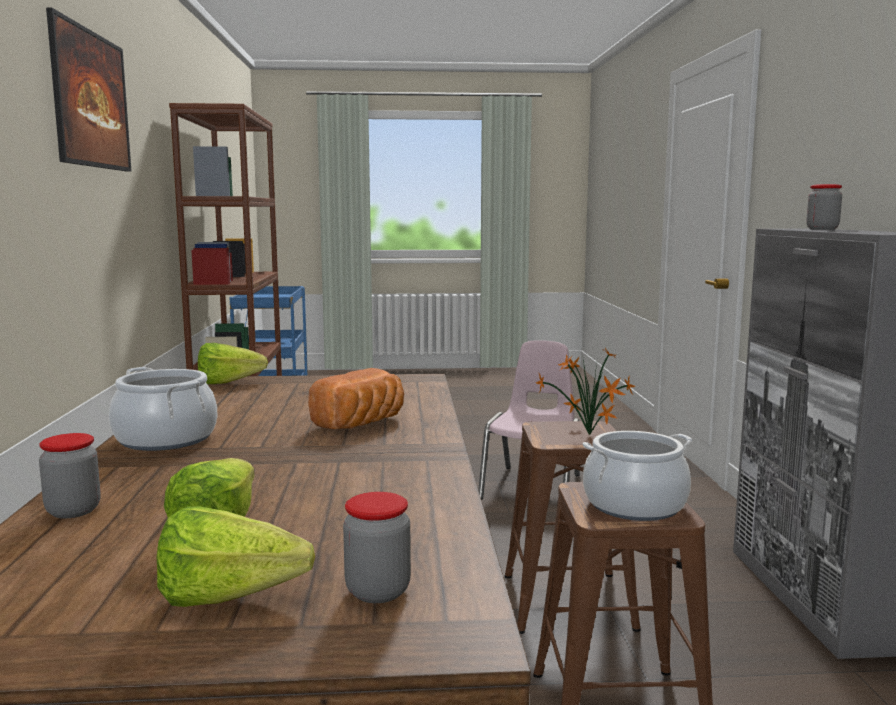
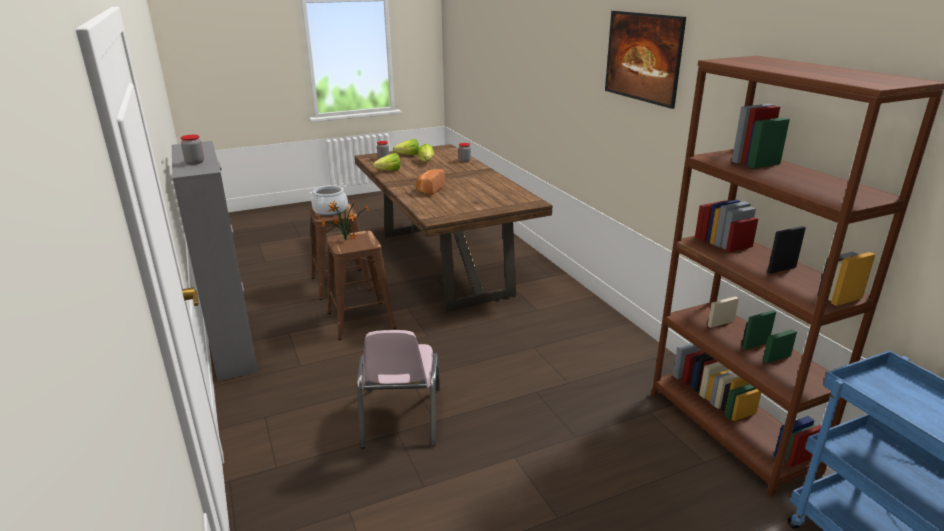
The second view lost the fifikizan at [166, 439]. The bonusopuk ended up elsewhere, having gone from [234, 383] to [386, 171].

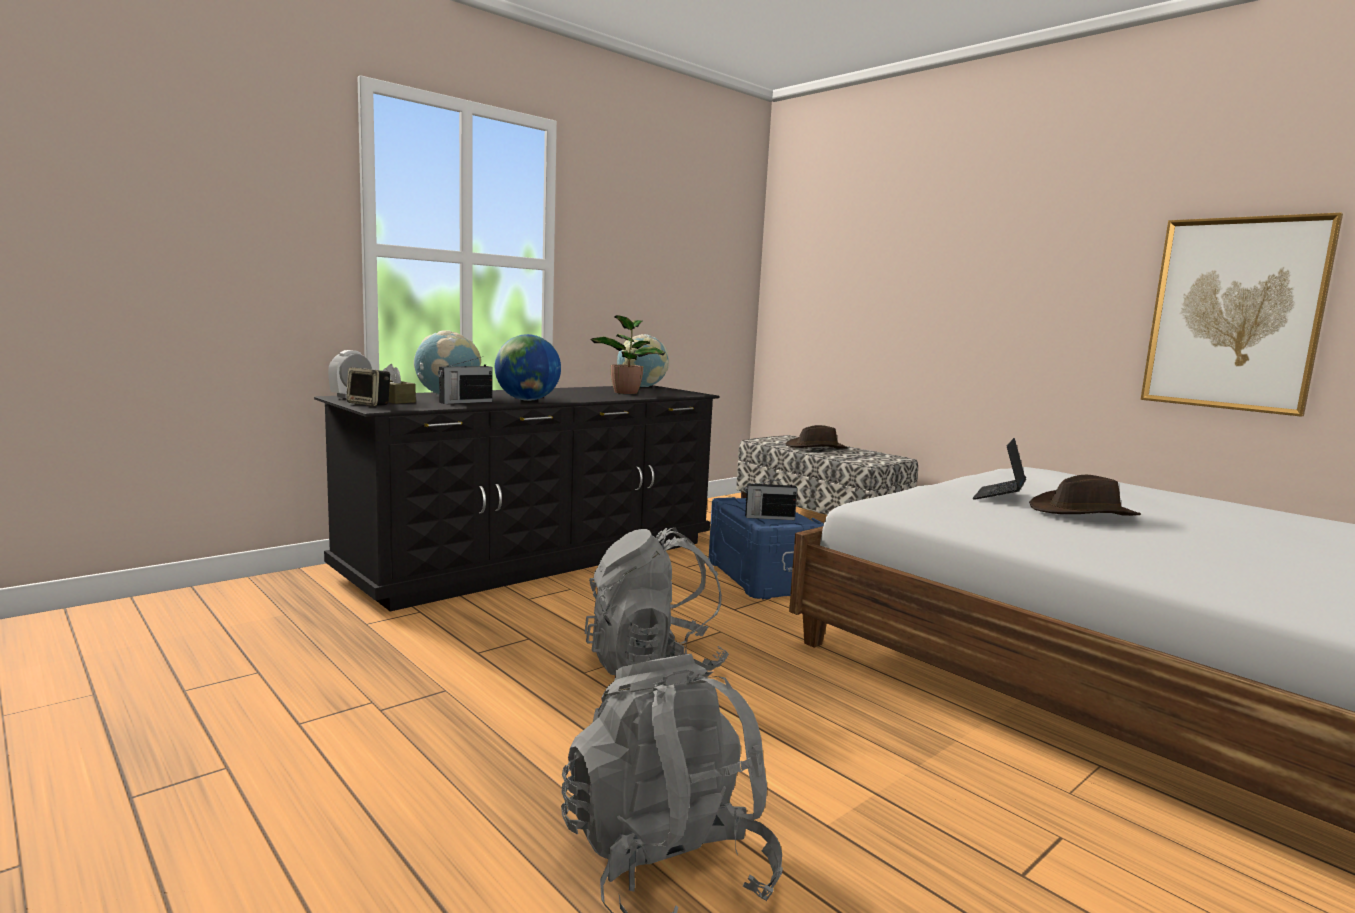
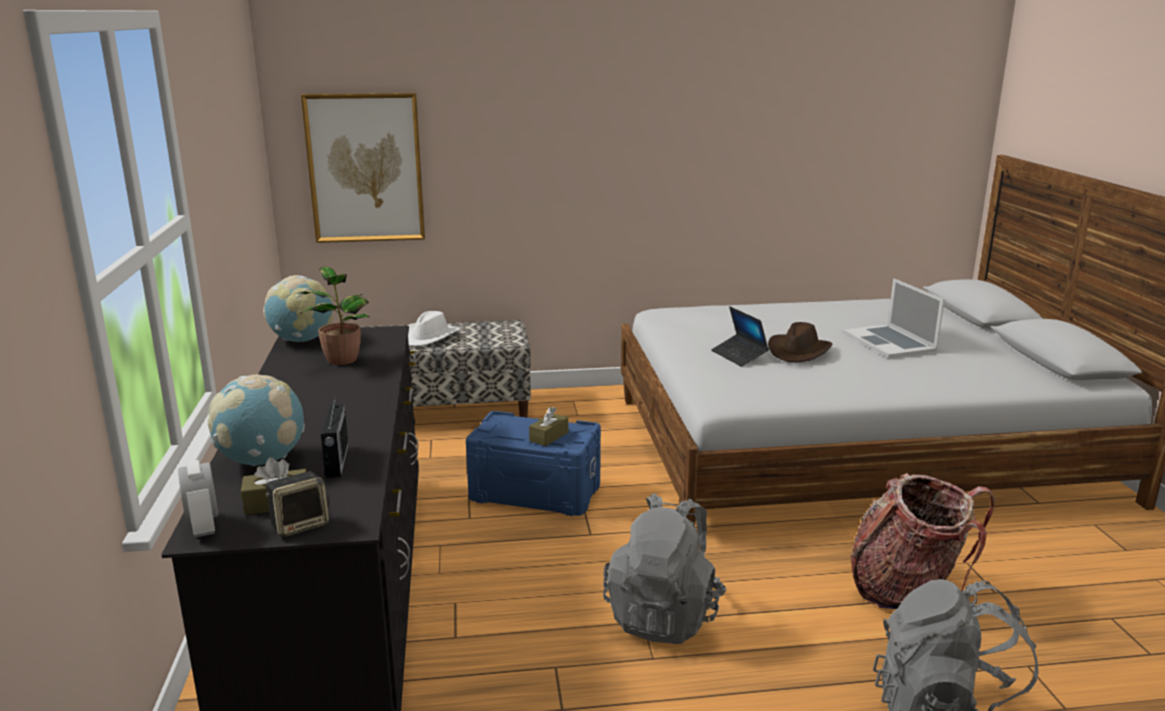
The second view lost the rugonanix at [527, 400]. The second view gained the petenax at [889, 341]. The second view gained the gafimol at [907, 590]. The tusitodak ended up elsewhere, having gone from [1234, 314] to [365, 168]. Where the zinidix stood at [768, 517], the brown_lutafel came to stand at [549, 436]. What was the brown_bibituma at [816, 448] turned into the white_bibituma at [430, 337].

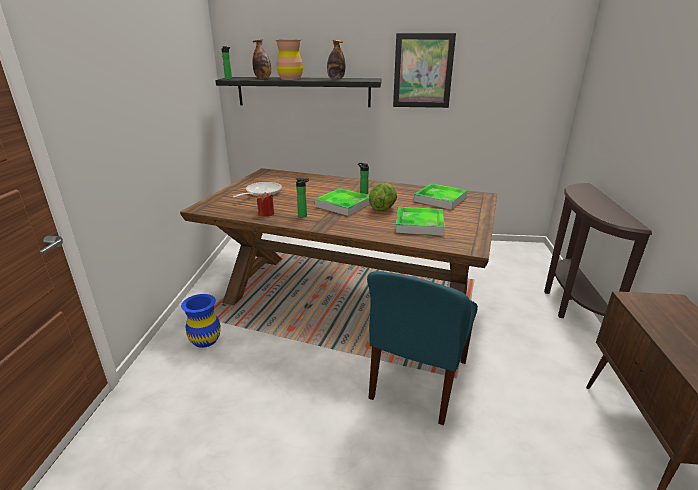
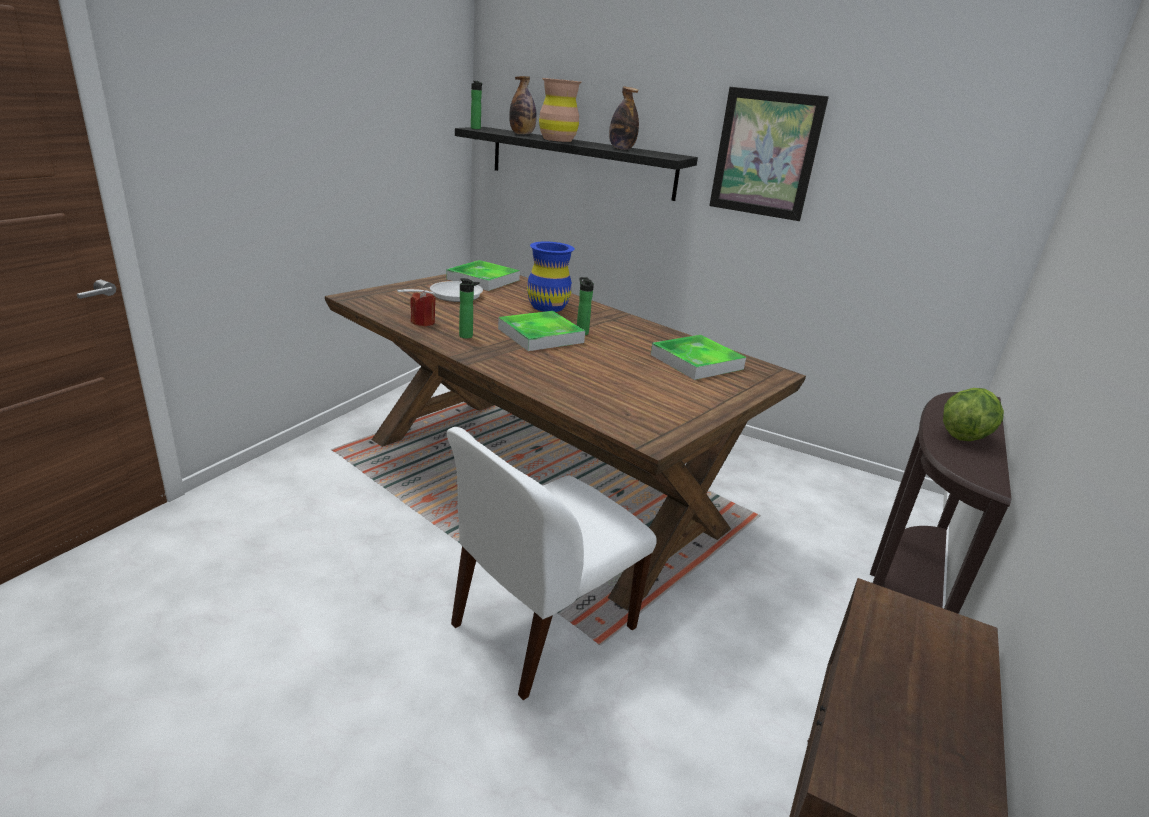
The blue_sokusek ended up elsewhere, having gone from [205, 340] to [548, 307]. The bonusopuk ended up elsewhere, having gone from [382, 209] to [964, 435]. The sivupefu ended up elsewhere, having gone from [419, 224] to [483, 279]. What was the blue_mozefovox at [418, 381] turned into the white_mozefovox at [540, 628].

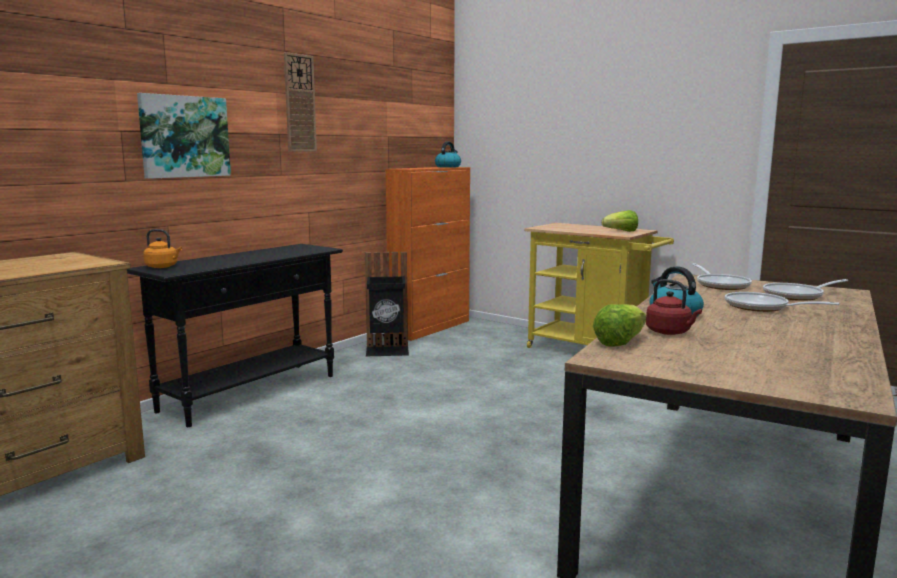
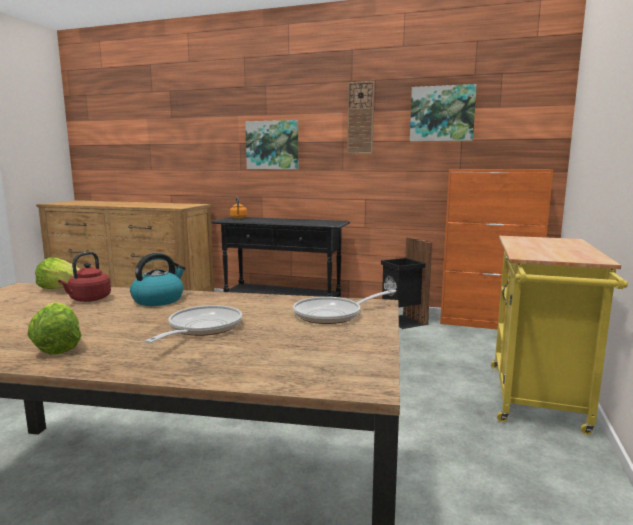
The second view lost the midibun at [448, 167]. The second view lost the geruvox at [797, 296]. The second view gained the tusitodak at [442, 114]. The bonusopuk ended up elsewhere, having gone from [621, 231] to [58, 346].

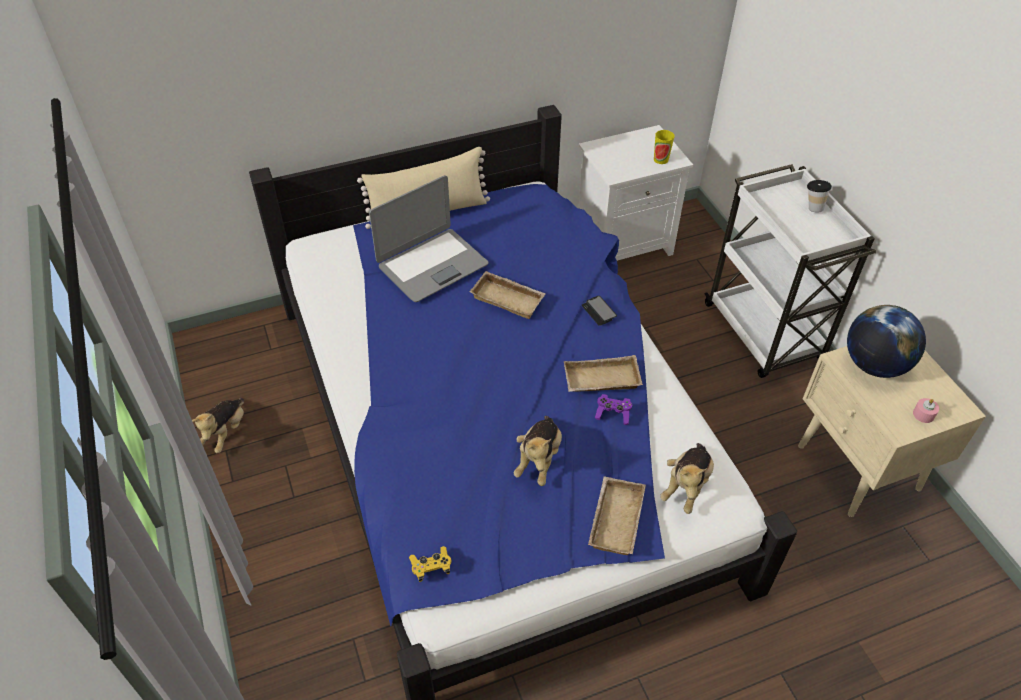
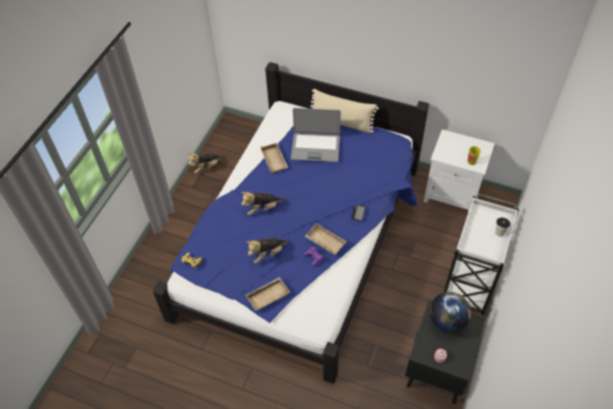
The beige_sivupefu ended up elsewhere, having gone from [509, 298] to [275, 160]. The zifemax ended up elsewhere, having gone from [686, 486] to [262, 208]. What was the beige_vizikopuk at [858, 468] turned into the black_vizikopuk at [436, 372].

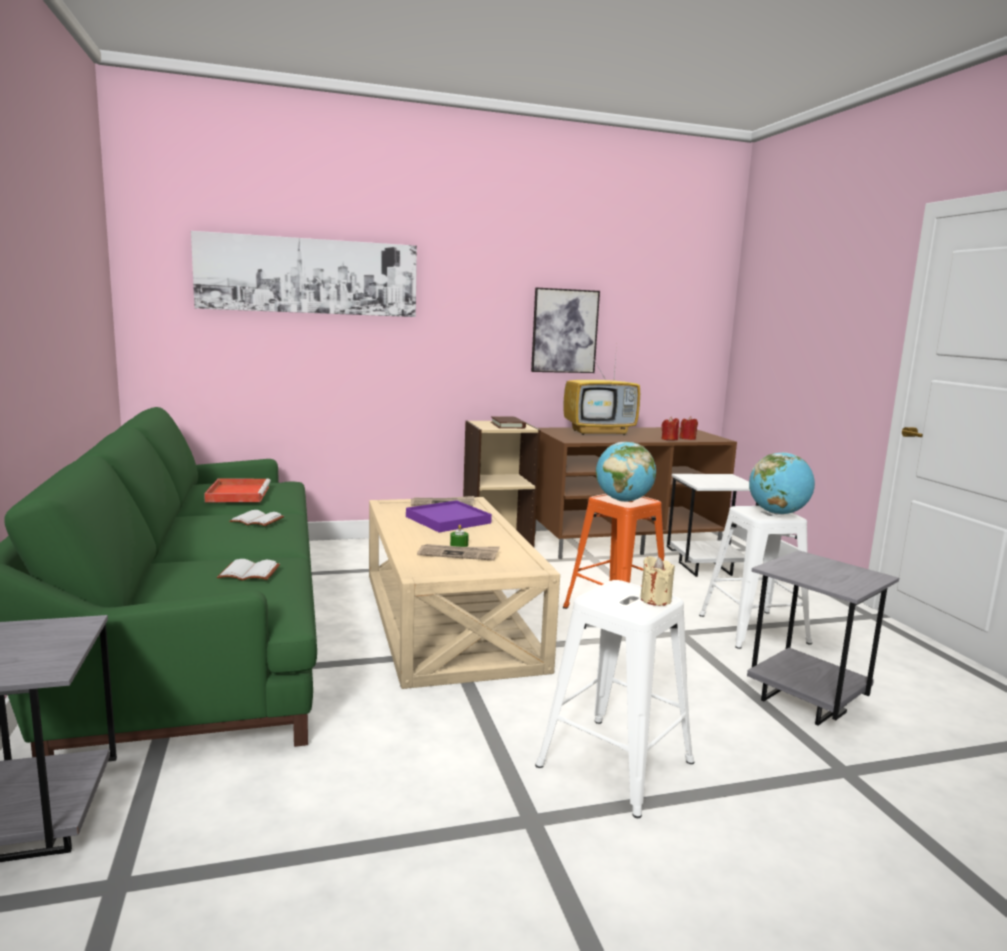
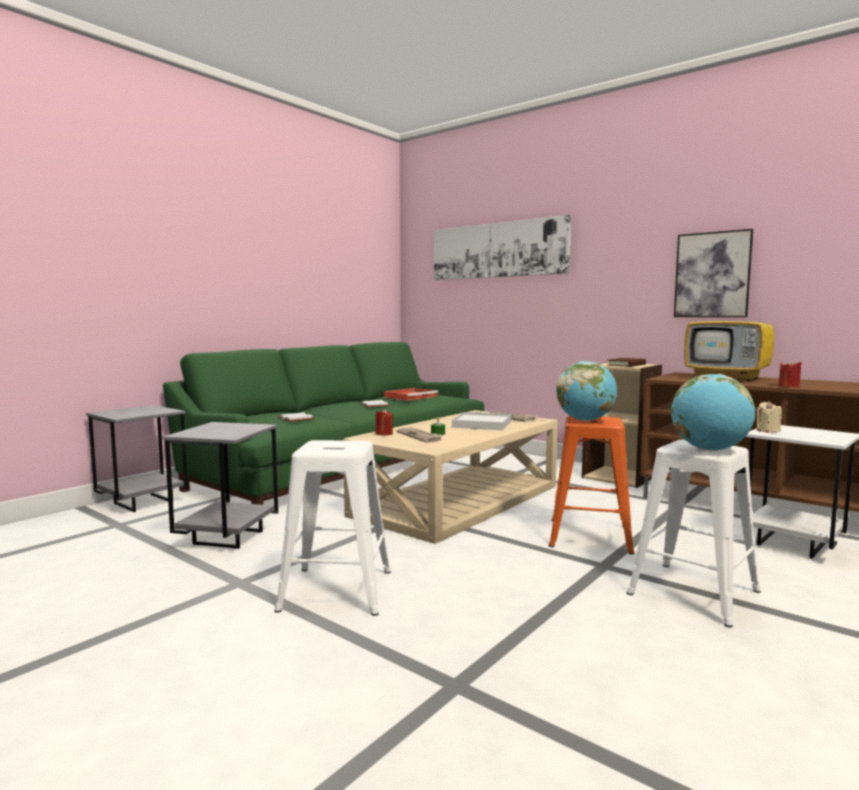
The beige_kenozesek ended up elsewhere, having gone from [655, 600] to [767, 430]. The red_kenozesek ended up elsewhere, having gone from [687, 438] to [384, 434]. The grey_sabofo ended up elsewhere, having gone from [804, 704] to [226, 538]. What was the purple_sivupefu at [448, 520] turned into the white_sivupefu at [482, 424].

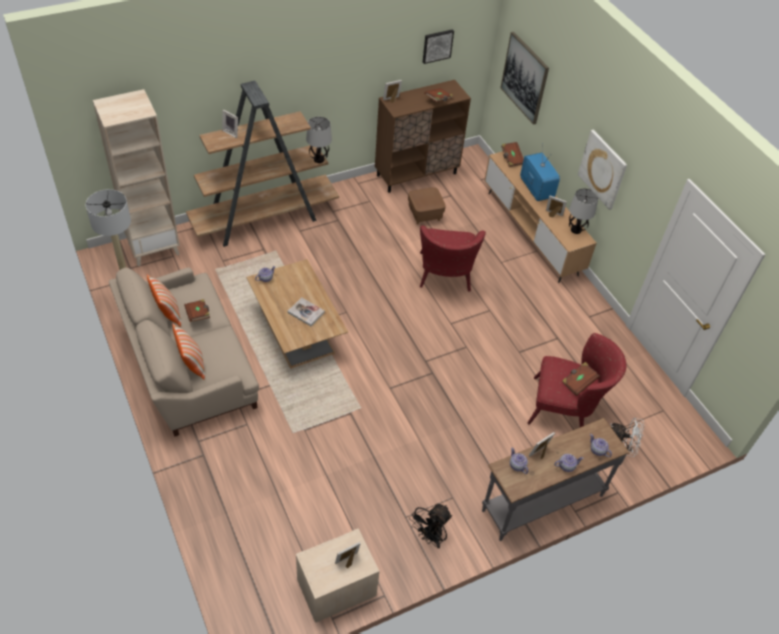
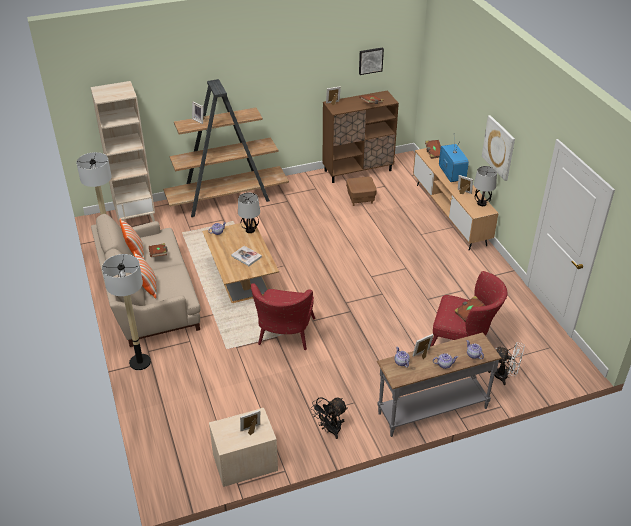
The second view lost the tusitodak at [525, 78]. The second view gained the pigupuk at [140, 362]. The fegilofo ended up elsewhere, having gone from [318, 160] to [250, 230]. The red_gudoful ended up elsewhere, having gone from [444, 277] to [284, 336].

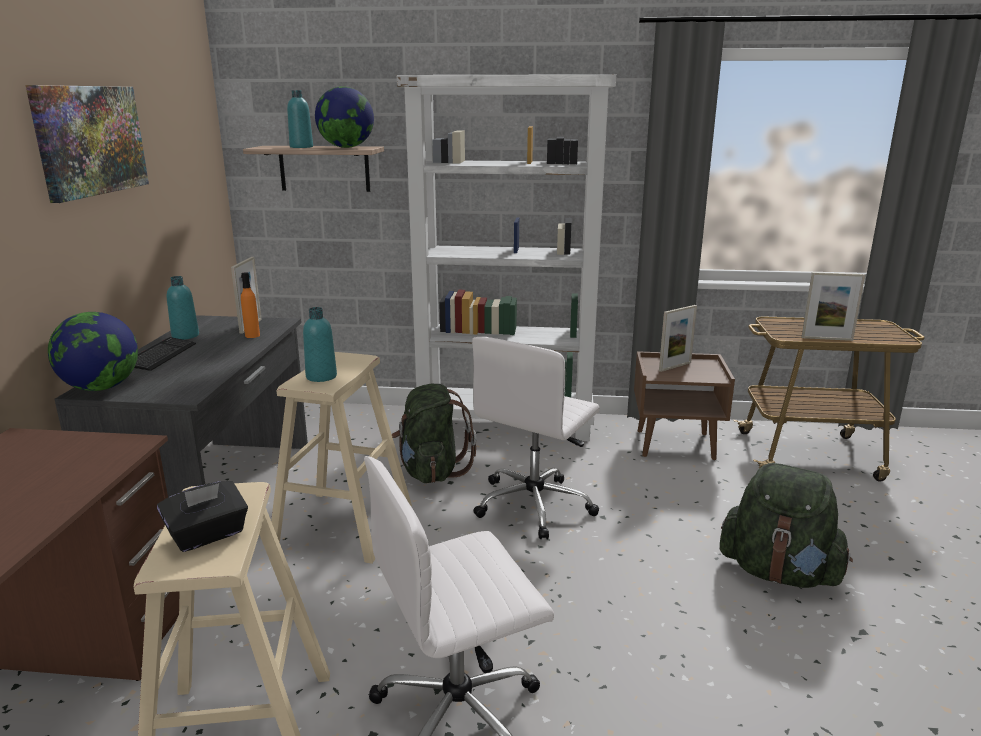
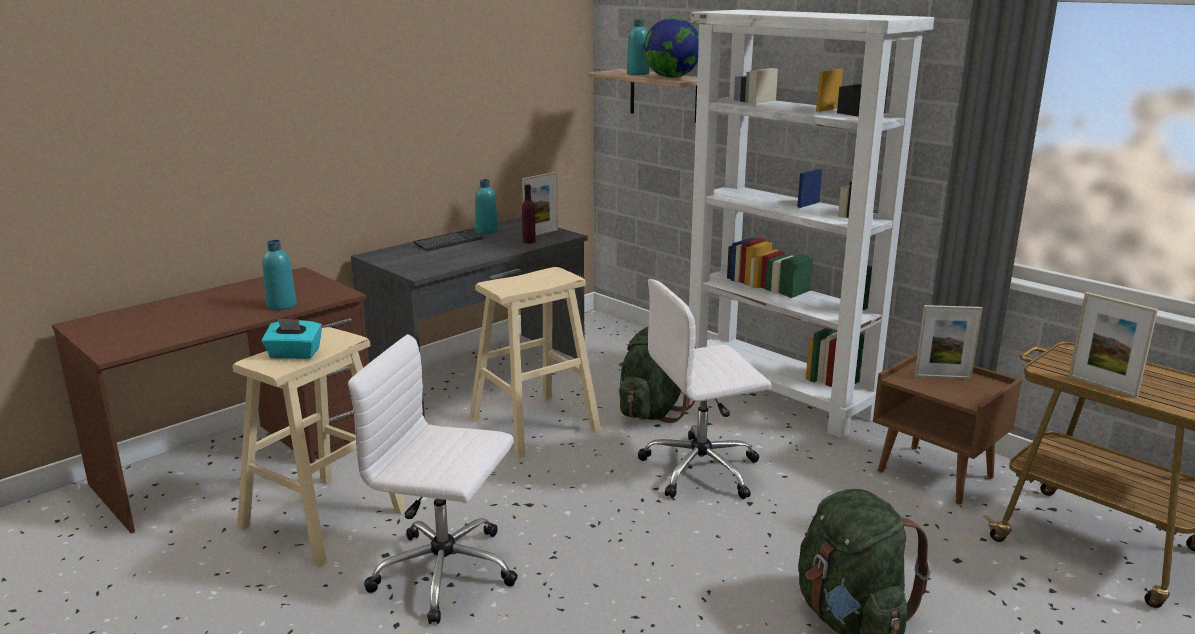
The second view lost the tusitodak at [90, 140]. The second view lost the rugonanix at [101, 387]. The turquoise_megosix ended up elsewhere, having gone from [321, 377] to [281, 305]. What was the black_lutafel at [208, 535] turned into the turquoise_lutafel at [294, 354]. What was the orange_megosix at [252, 335] turned into the purple_megosix at [529, 241].

